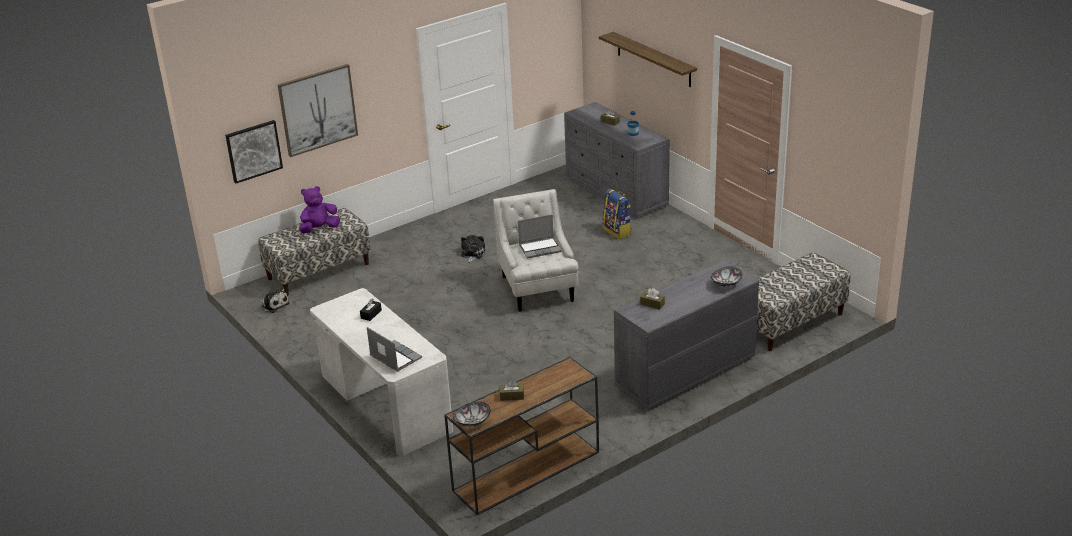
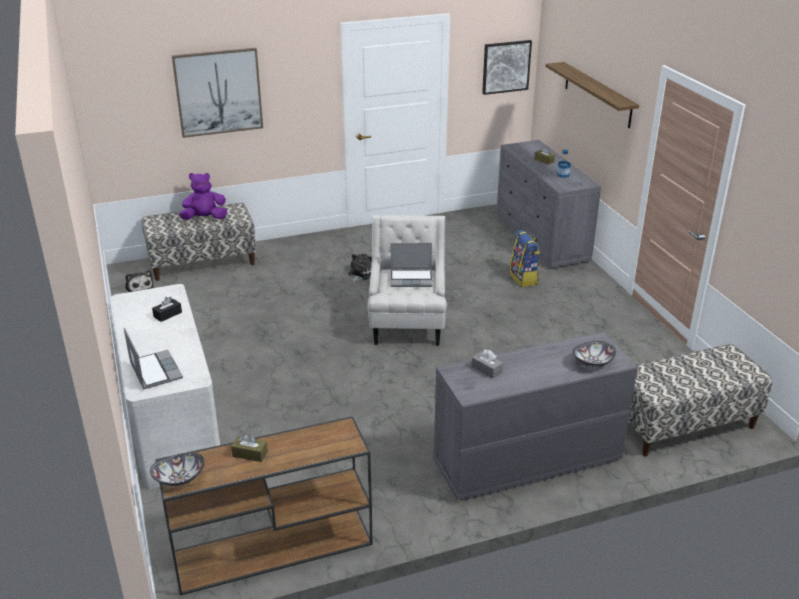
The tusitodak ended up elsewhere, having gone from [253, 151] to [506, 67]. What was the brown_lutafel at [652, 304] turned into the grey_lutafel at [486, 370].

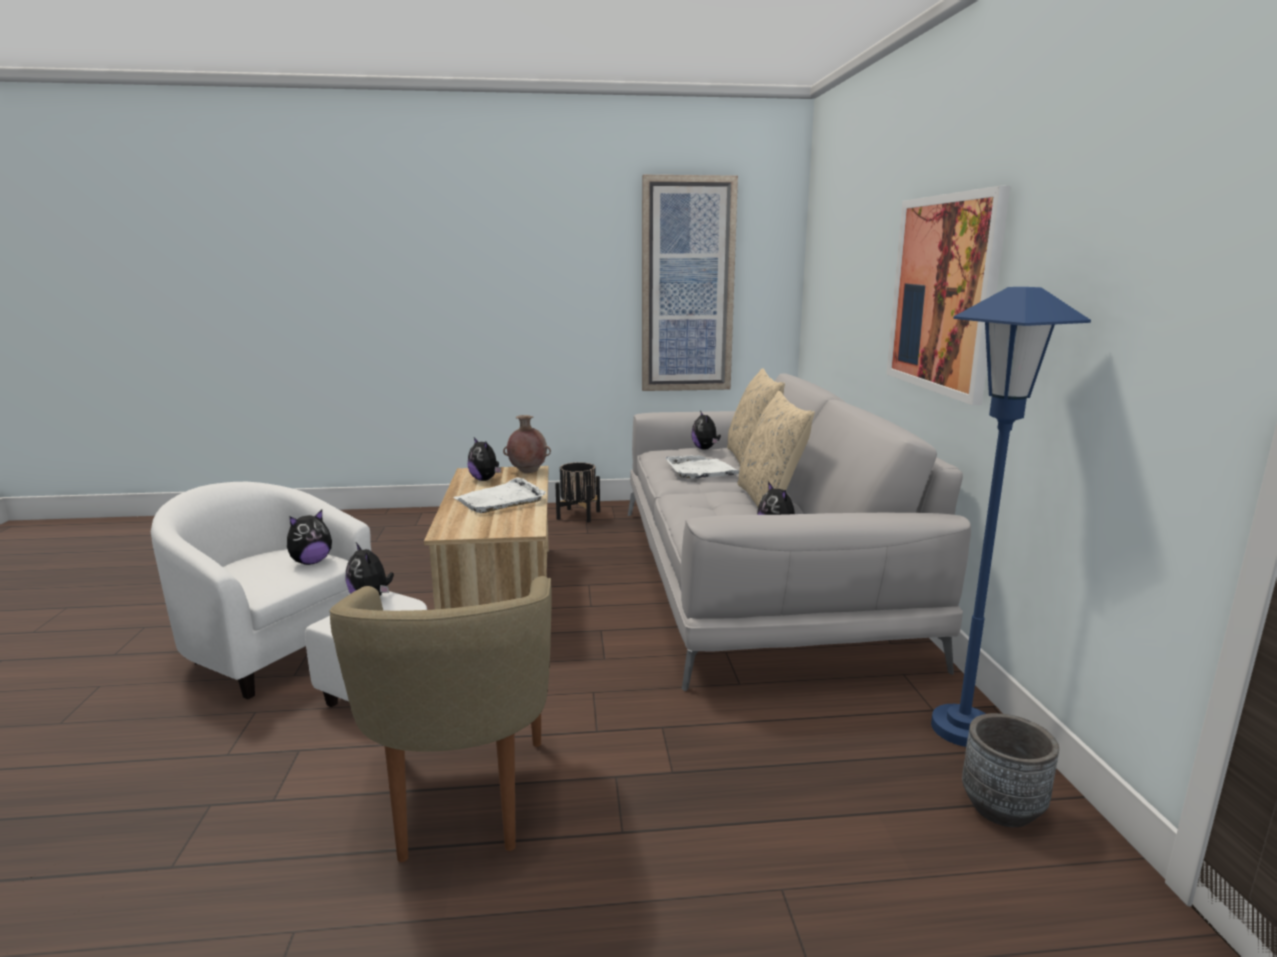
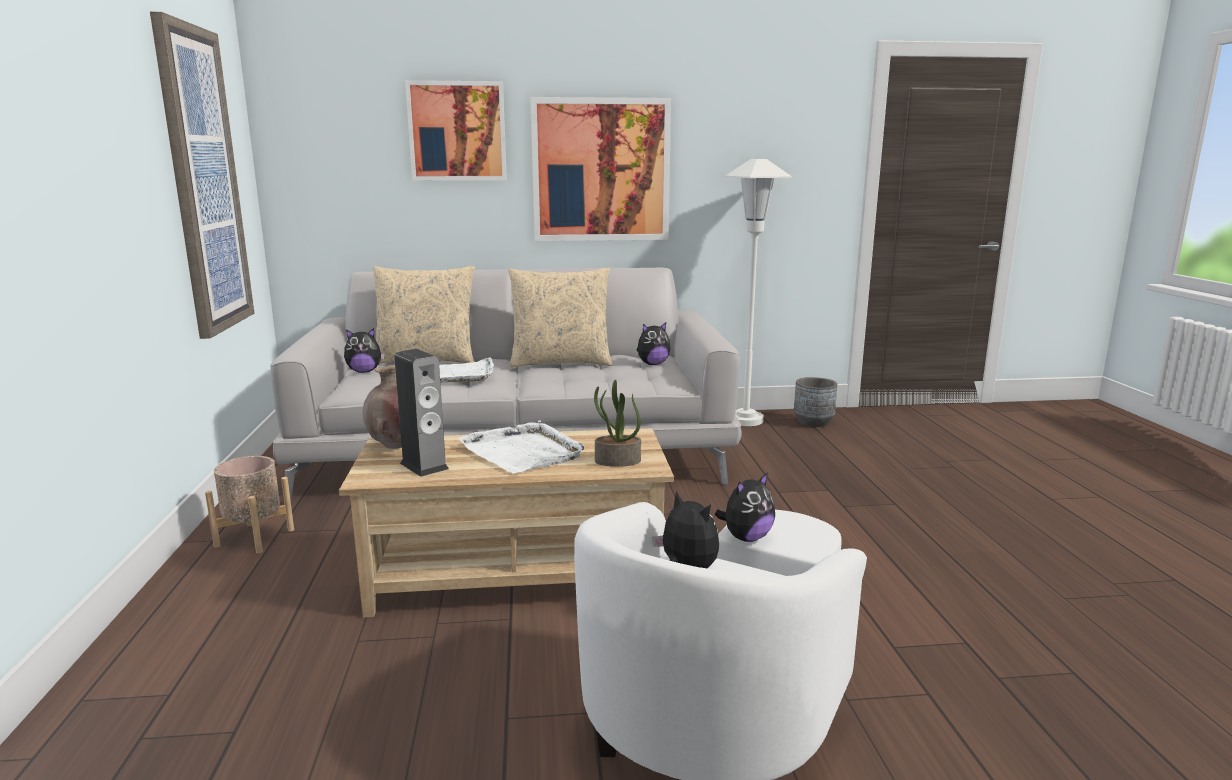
The second view lost the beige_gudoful at [462, 798]. The second view gained the tusitodak at [457, 131]. The second view gained the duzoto at [617, 461]. Where the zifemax stood at [485, 479], the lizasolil came to stand at [424, 466]. What was the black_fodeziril at [578, 515] turned into the beige_fodeziril at [254, 538]. What was the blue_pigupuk at [962, 729] turned into the white_pigupuk at [746, 420].

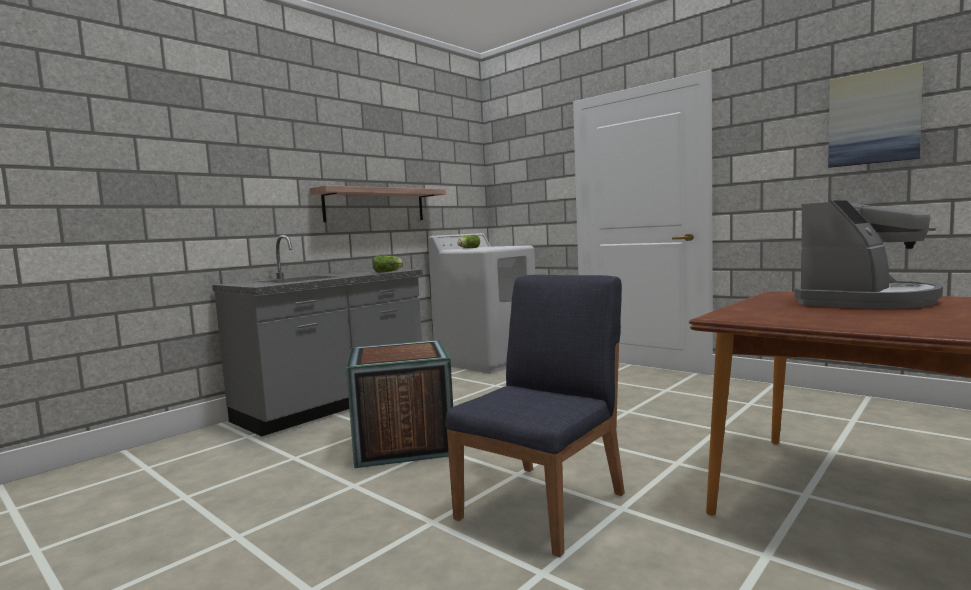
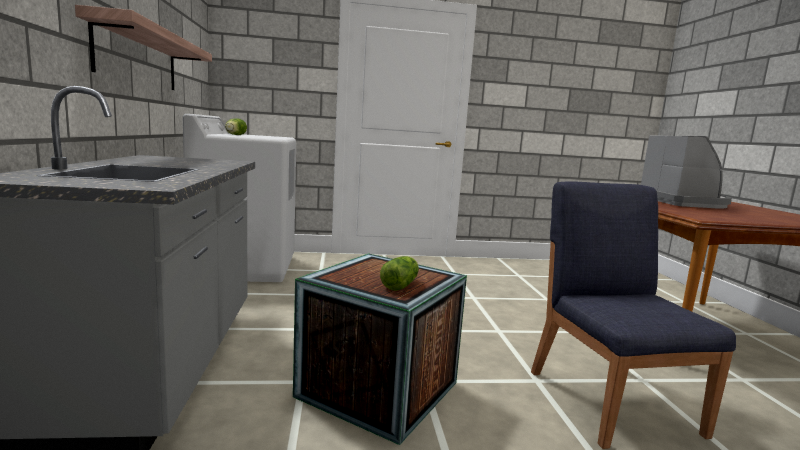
The second view lost the tusitodak at [874, 118]. The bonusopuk ended up elsewhere, having gone from [389, 271] to [401, 284].

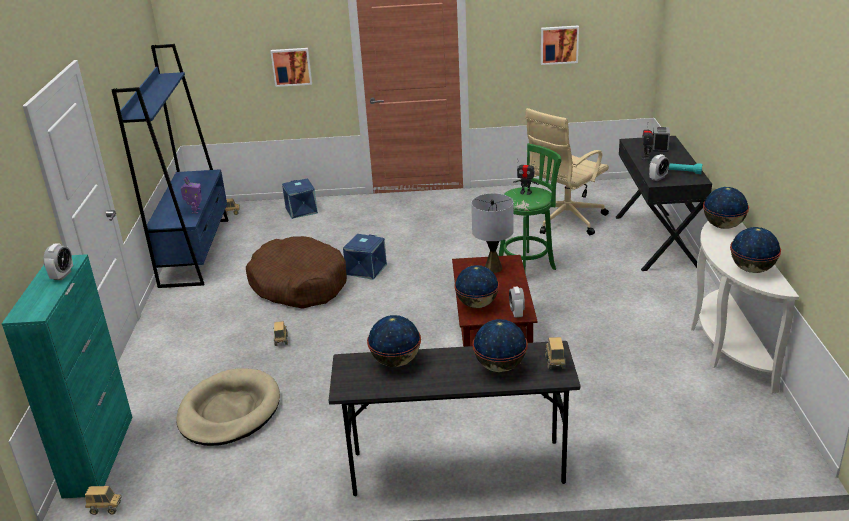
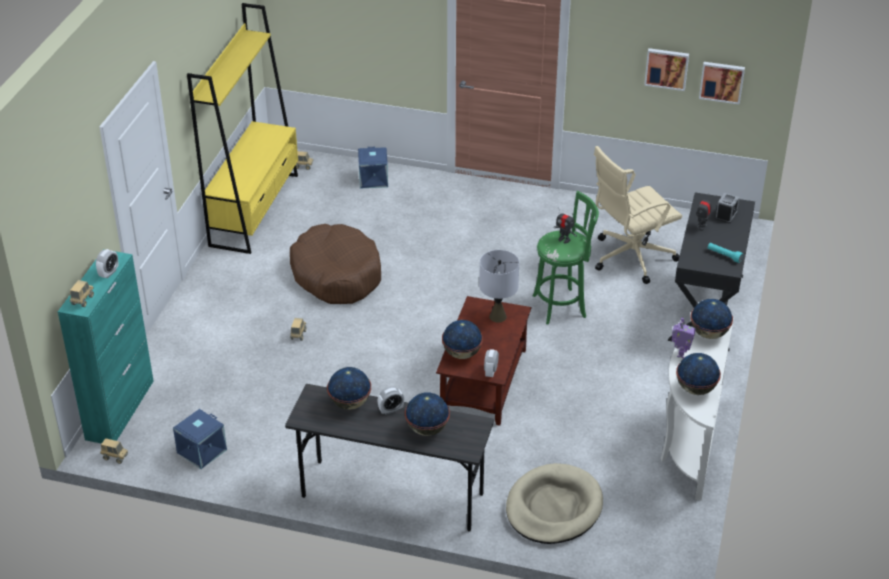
The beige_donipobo ended up elsewhere, having gone from [229, 411] to [553, 508]. The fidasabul ended up elsewhere, having gone from [195, 211] to [680, 353]. The tusitodak ended up elsewhere, having gone from [291, 66] to [722, 81]. The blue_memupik ended up elsewhere, having gone from [365, 269] to [201, 450]. The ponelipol ended up elsewhere, having gone from [555, 363] to [82, 300]. The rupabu ended up elsewhere, having gone from [658, 178] to [391, 410]. What was the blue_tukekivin at [195, 251] turned into the yellow_tukekivin at [254, 209].

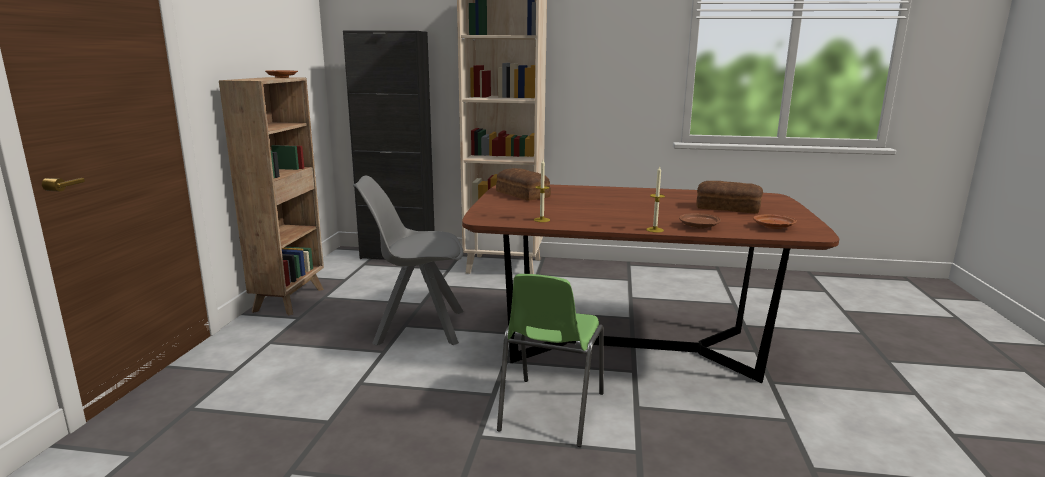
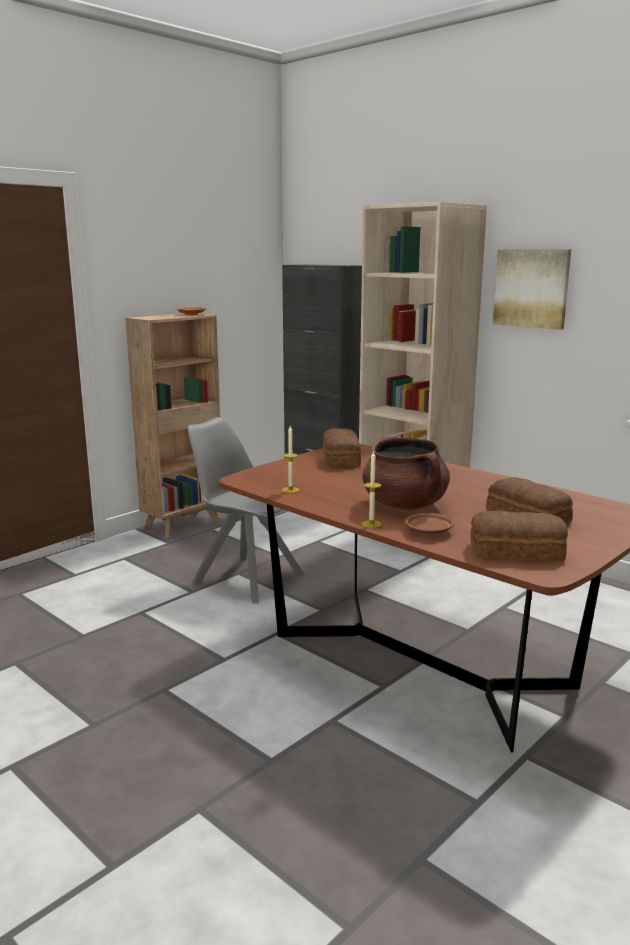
The second view lost the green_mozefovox at [550, 412]. The second view gained the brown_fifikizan at [405, 505]. The second view gained the tusitodak at [532, 288]. Where the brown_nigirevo stood at [773, 227], the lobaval came to stand at [518, 552].

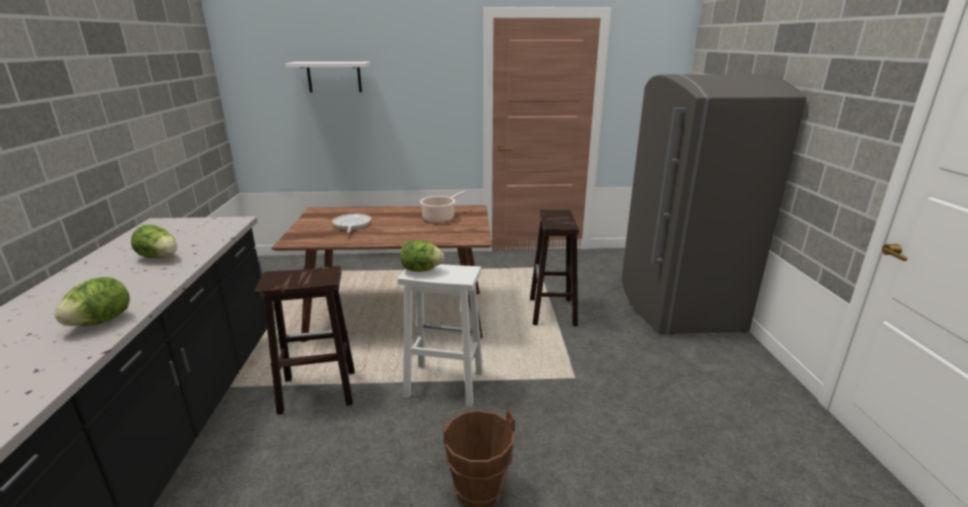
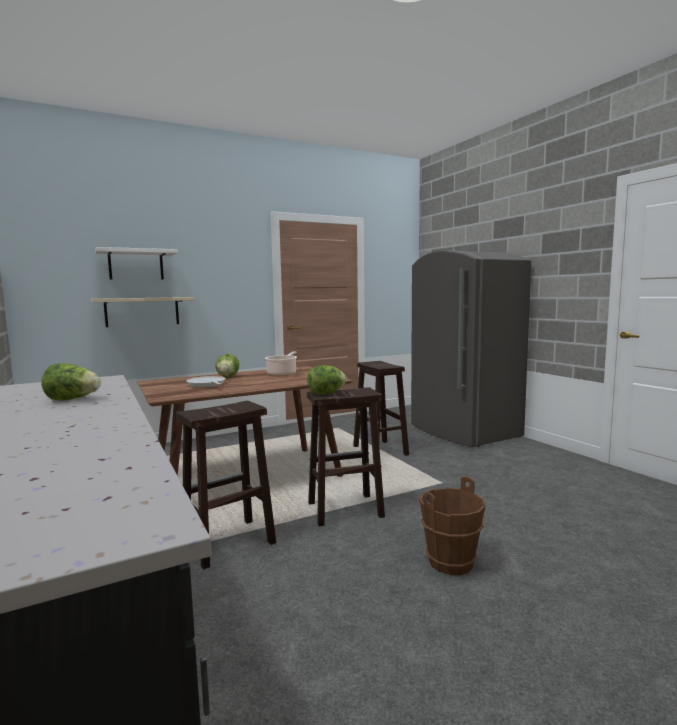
The second view gained the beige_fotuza at [142, 311]. The bonusopuk ended up elsewhere, having gone from [101, 321] to [228, 376]. What was the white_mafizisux at [443, 384] turned into the brown_mafizisux at [344, 510].

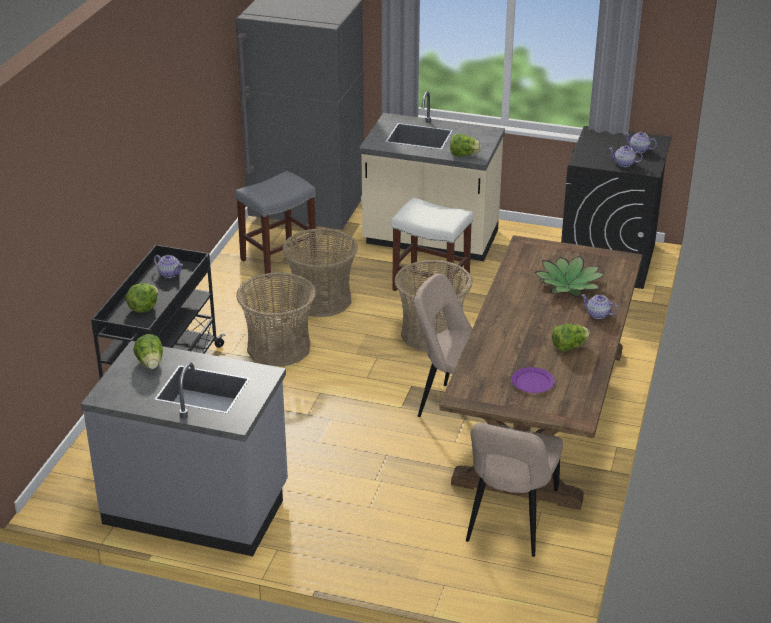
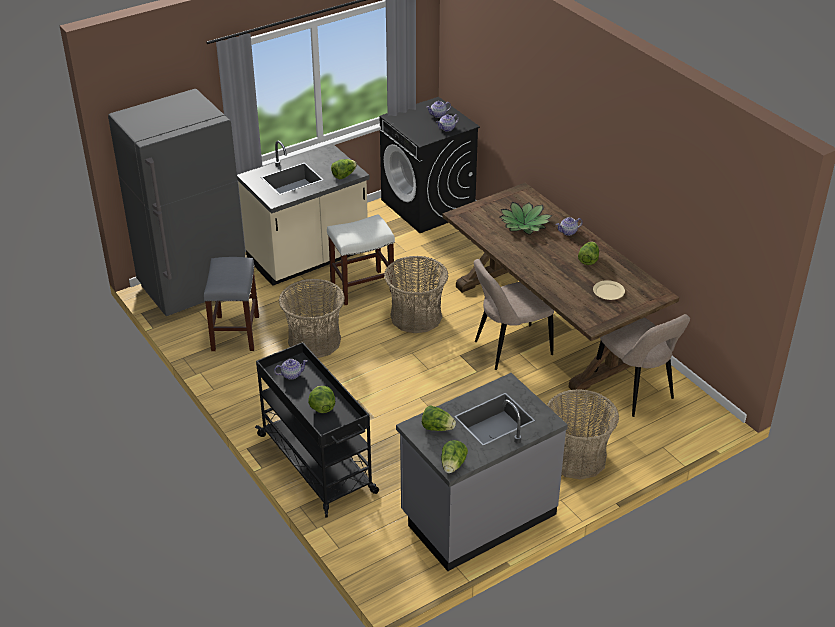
The second view gained the bonusopuk at [453, 465]. The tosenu ended up elsewhere, having gone from [279, 348] to [577, 458]. What was the purple_nigirevo at [532, 382] turned into the beige_nigirevo at [608, 292].

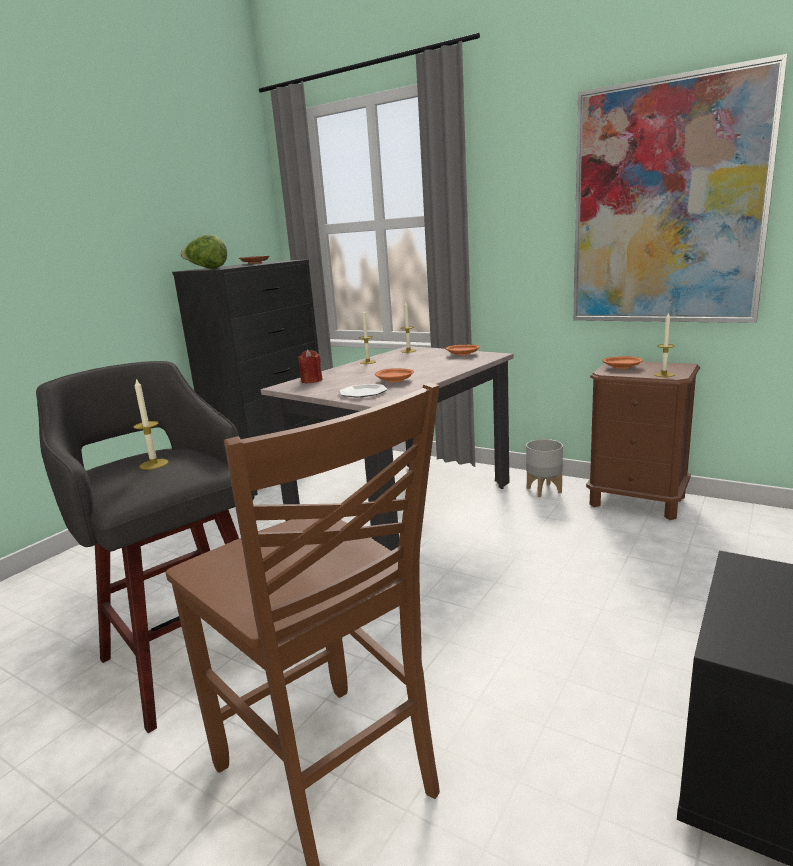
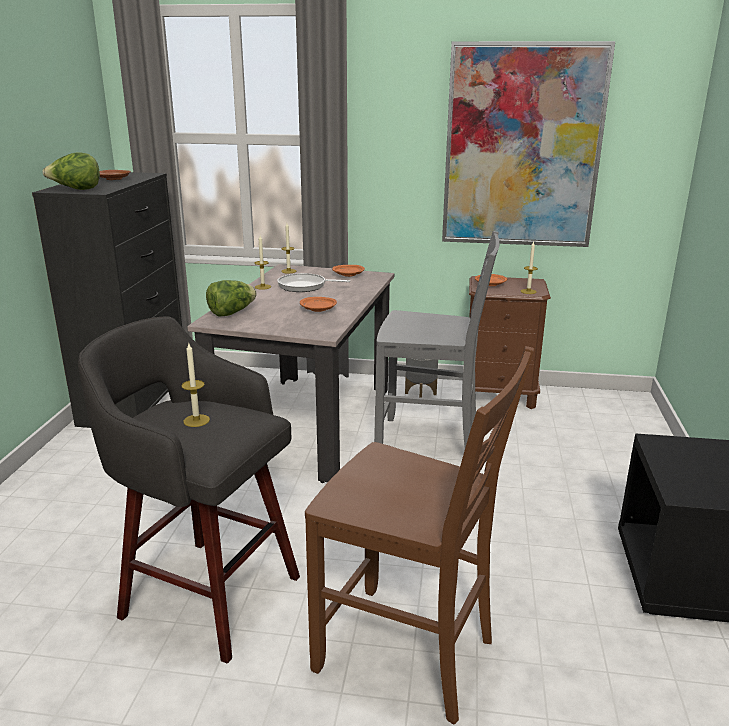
The second view lost the nigirevo at [363, 393]. The second view gained the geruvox at [305, 286]. The second view gained the grey_mozefovox at [430, 443]. Where the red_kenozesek stood at [311, 380], the bonusopuk came to stand at [231, 313].

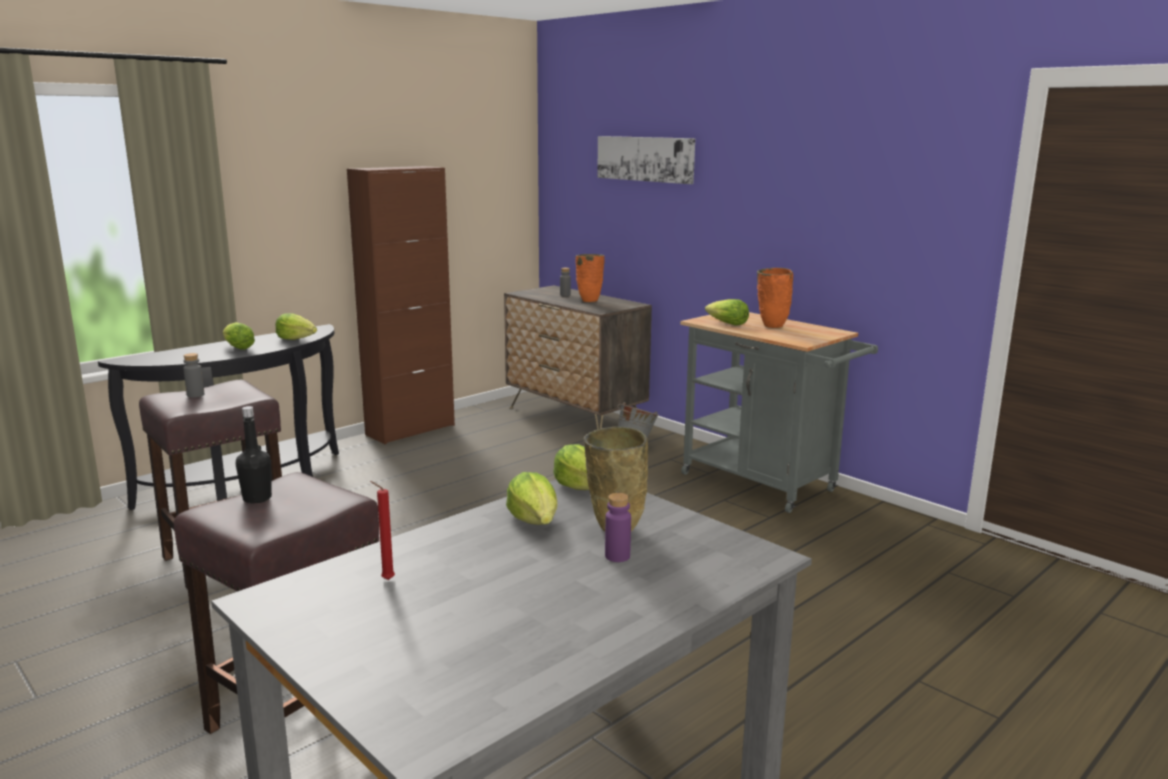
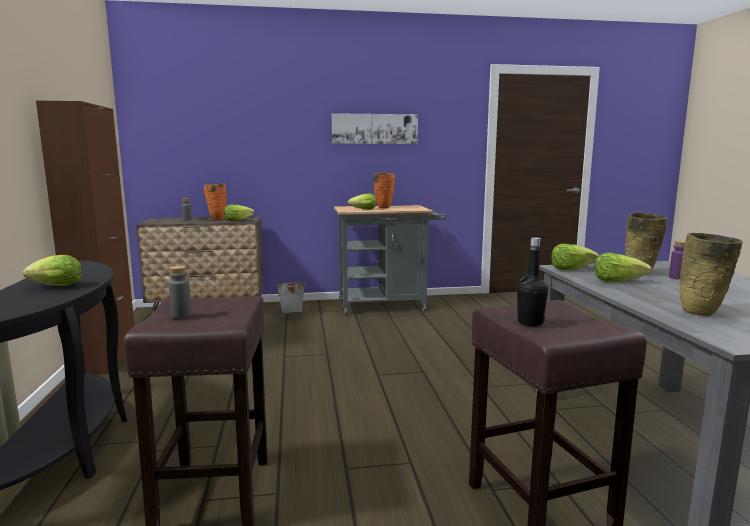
The bonusopuk ended up elsewhere, having gone from [297, 339] to [238, 220]. The tusitodak ended up elsewhere, having gone from [645, 159] to [374, 129]. Where the red_kenozesek stood at [386, 580], the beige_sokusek came to stand at [702, 314].

